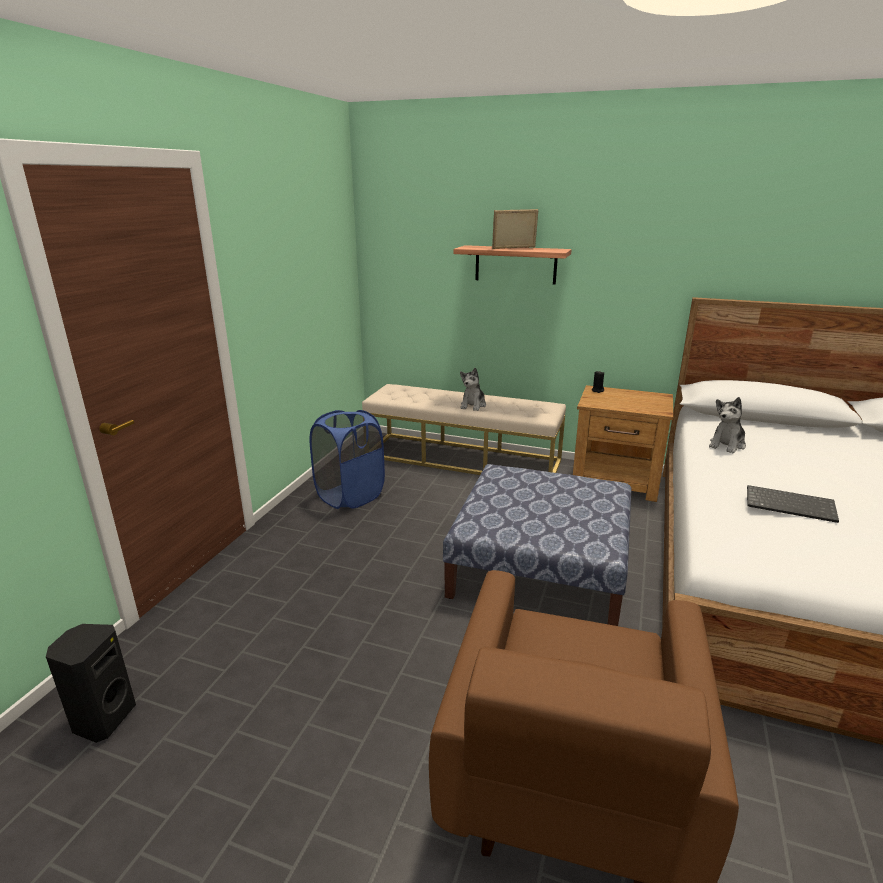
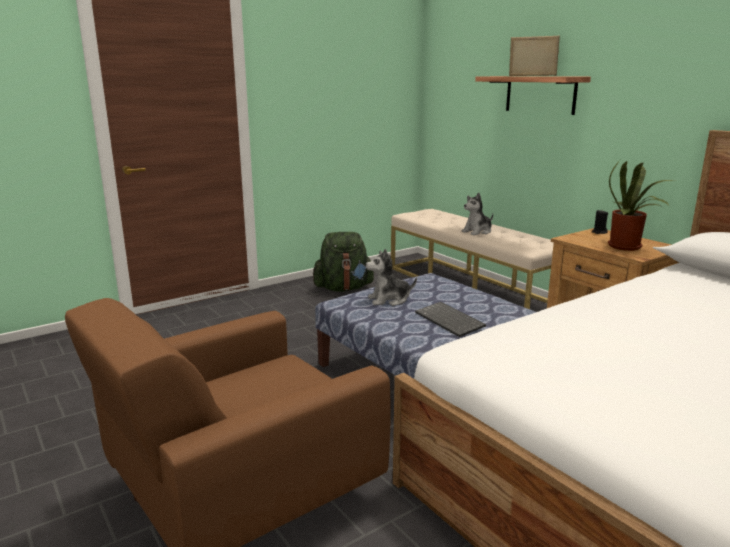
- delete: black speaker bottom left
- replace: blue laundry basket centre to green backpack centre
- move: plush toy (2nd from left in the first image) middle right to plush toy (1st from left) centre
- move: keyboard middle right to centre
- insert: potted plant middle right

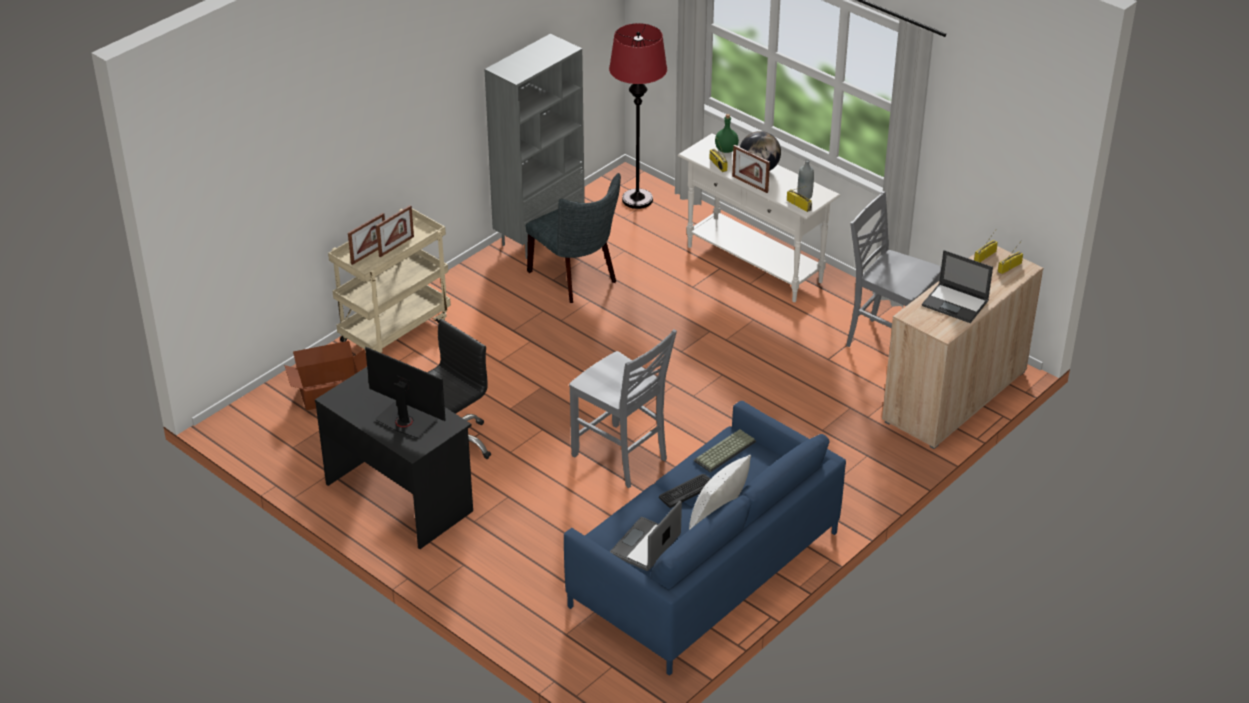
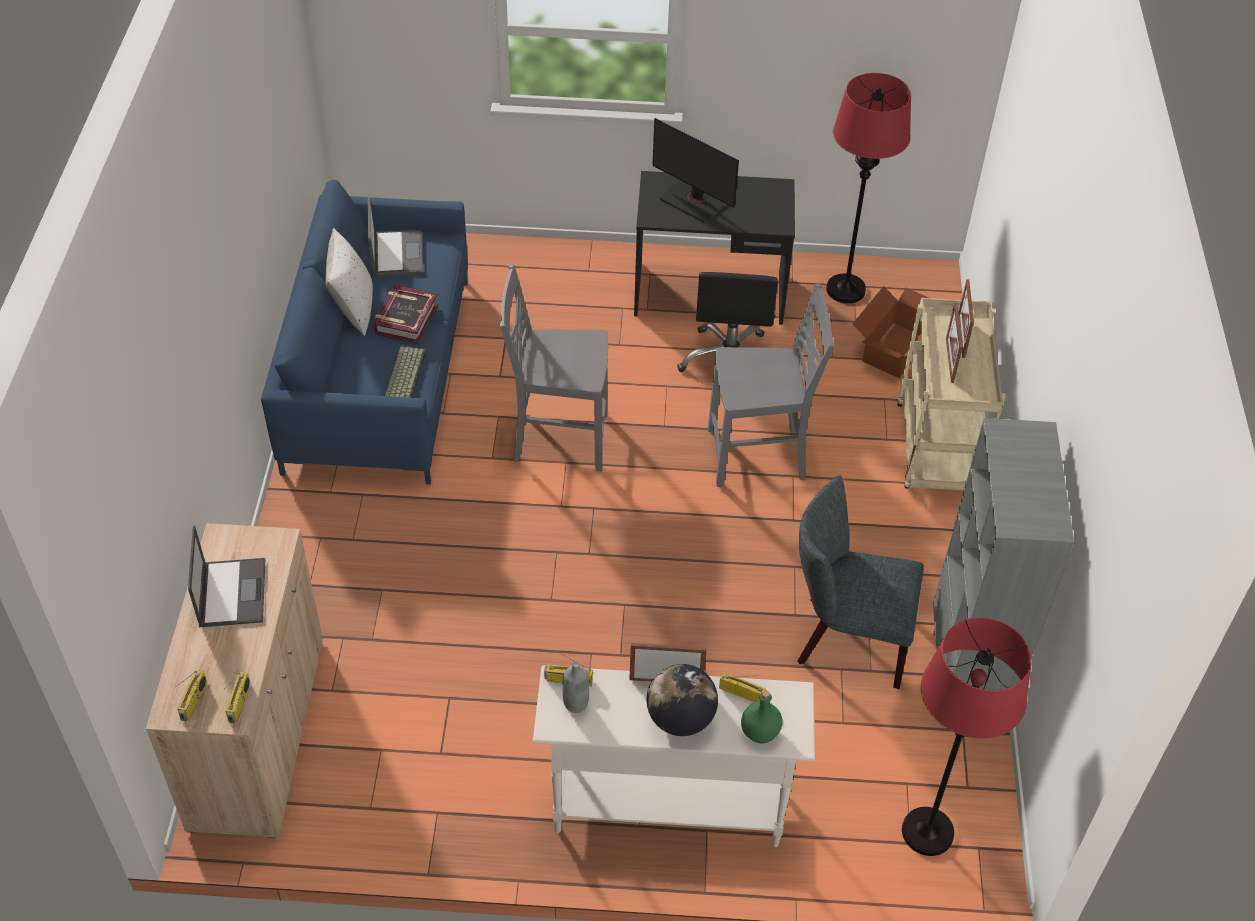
- rotate: monitor middle left = top centre 45 degrees clockwise
- replace: keyboard (1st from left) bottom centre to book middle left
- move: grey chair (3rd from left in the first image) middle right to grey chair (2nd from left) centre
- rotate: laptop (2nd from left in the first image) middle right = middle left 90 degrees clockwise
- insert: red floor lamp (1st from left) top right

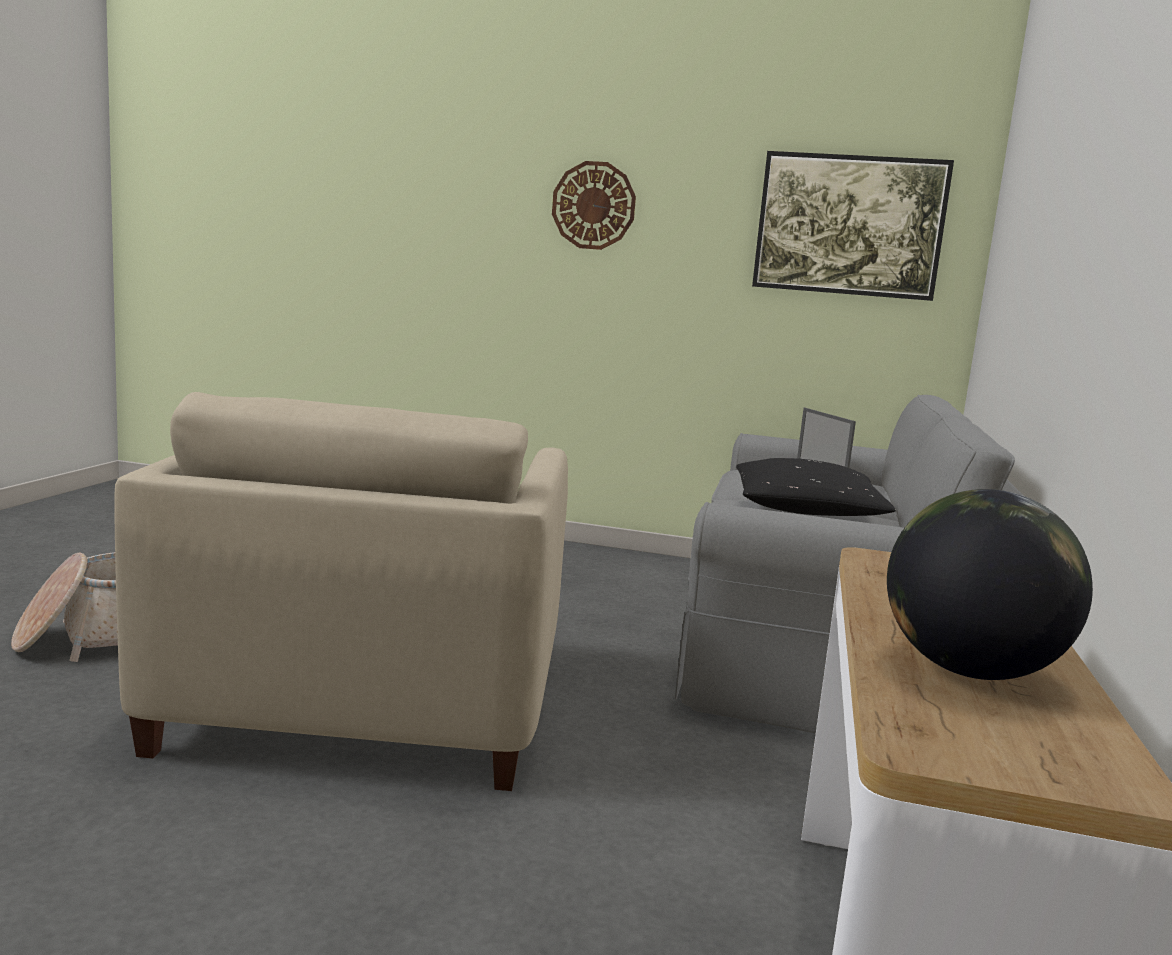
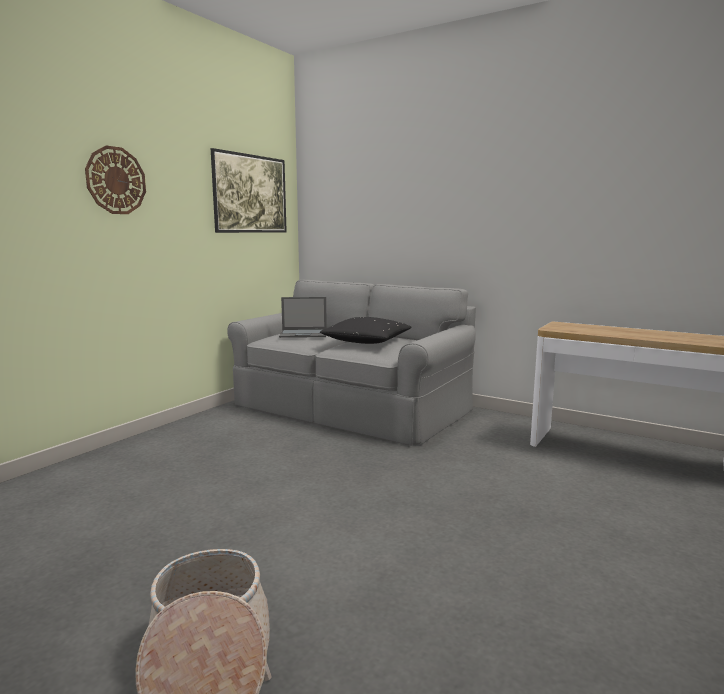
- delete: beige armchair middle left
- delete: globe middle right

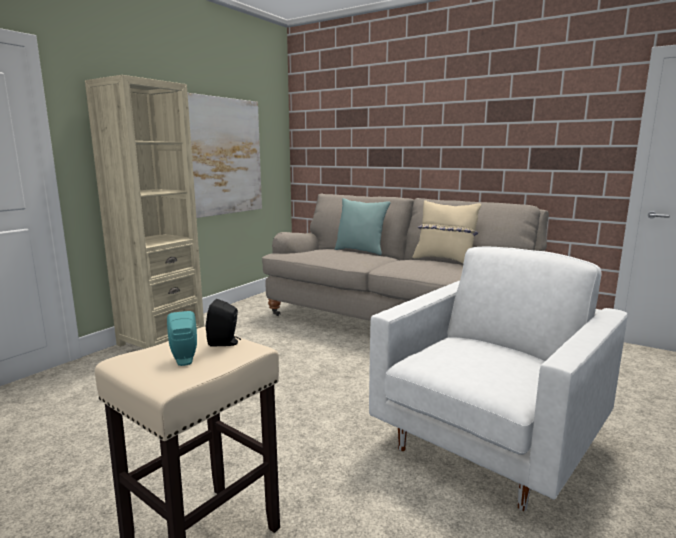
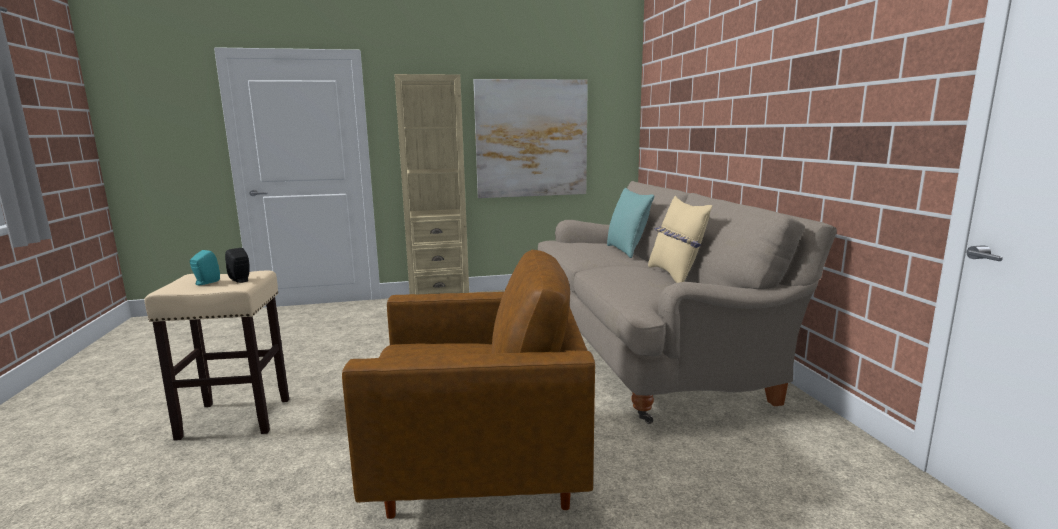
- recolor: white armchair bottom right to brown armchair bottom centre

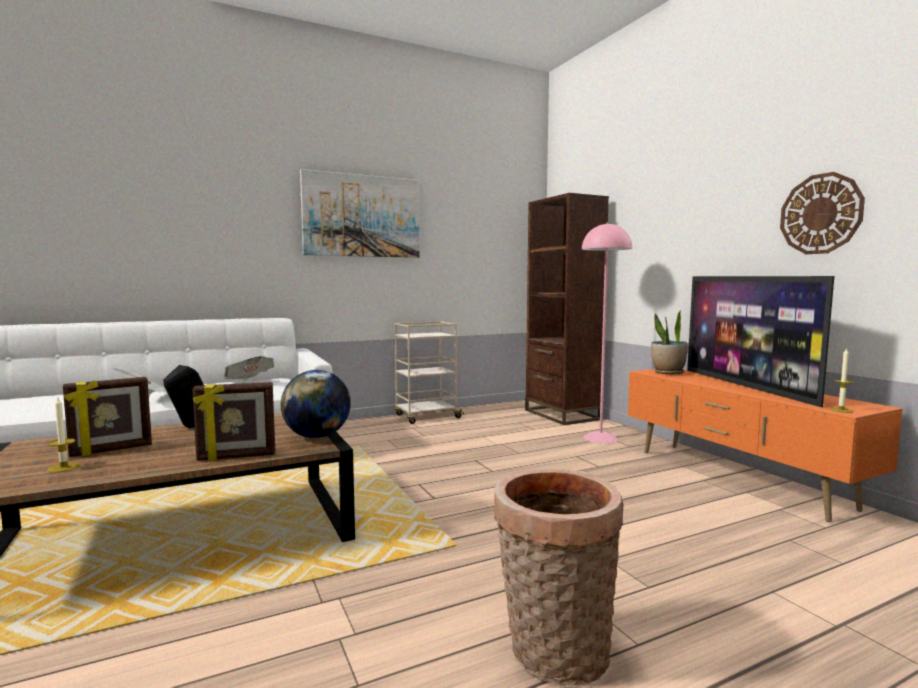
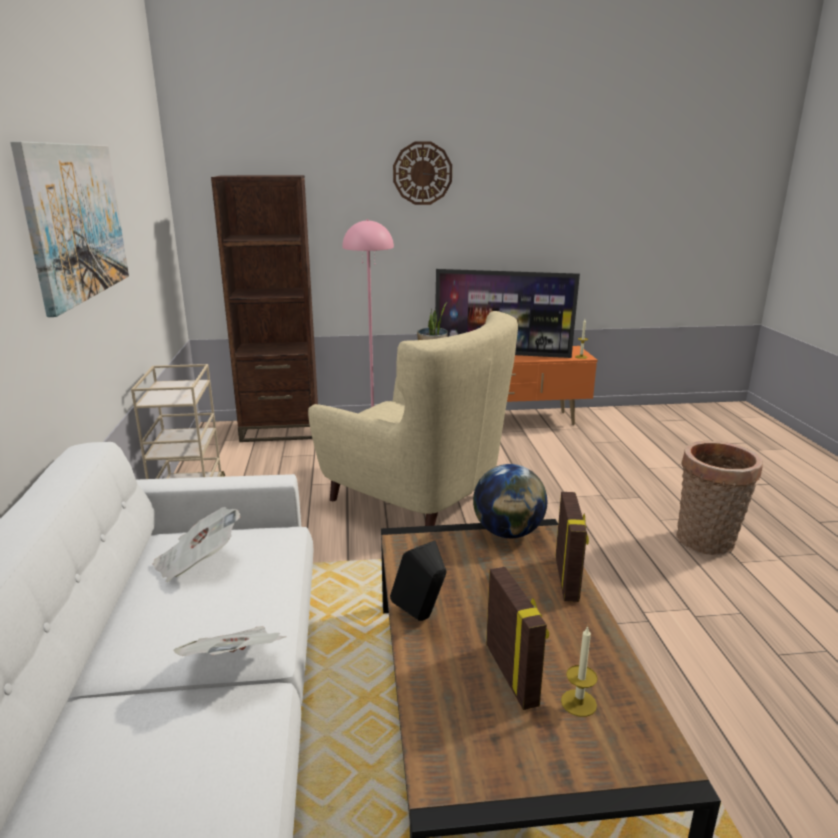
- move: wall clock top right to top centre
- insert: beige armchair centre

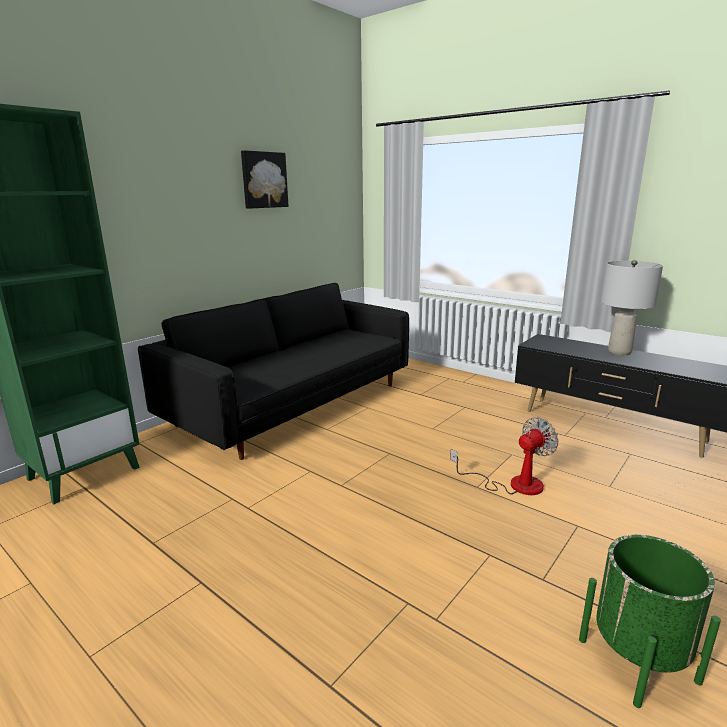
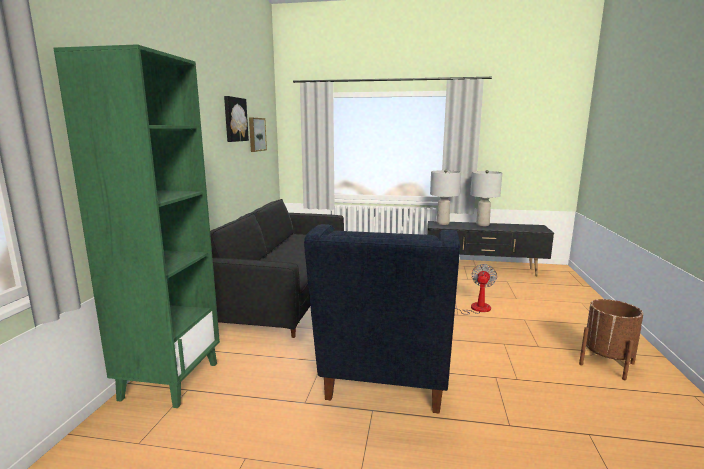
- recolor: green planter bottom right to brown planter bottom right
- insert: picture (2nd from left) top centre
- insert: blue armchair bottom centre
- insert: grey table lamp (1st from left) centre

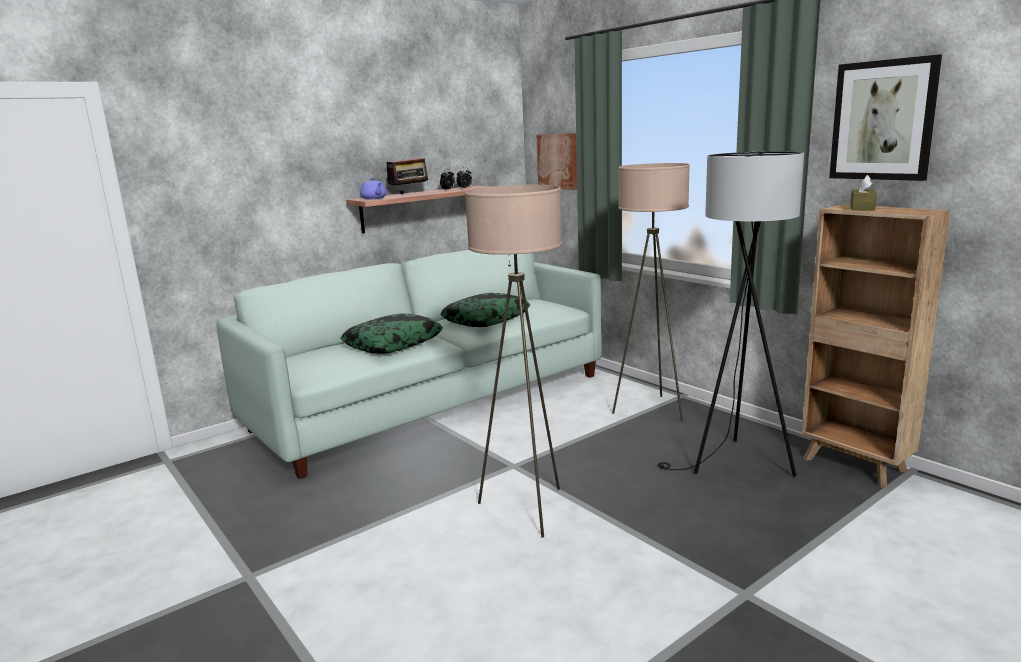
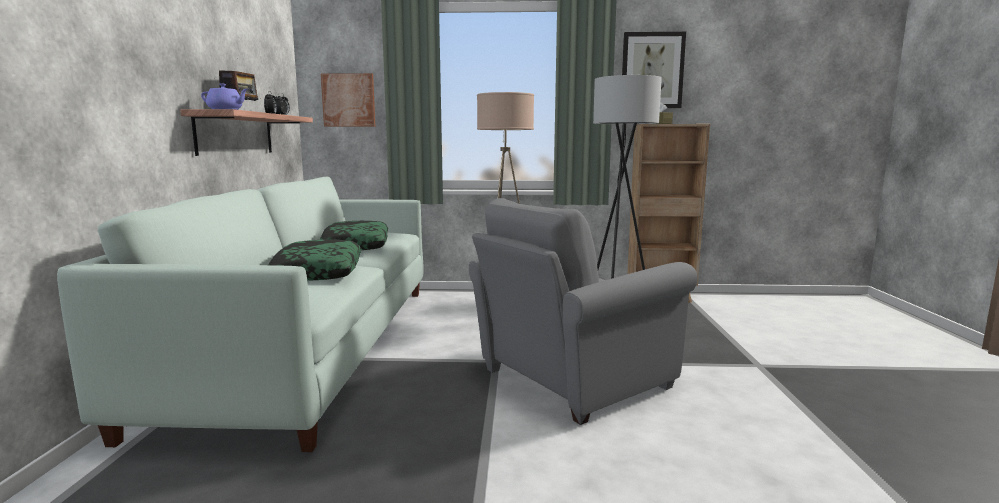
- replace: beige floor lamp (1st from left) centre to grey armchair centre

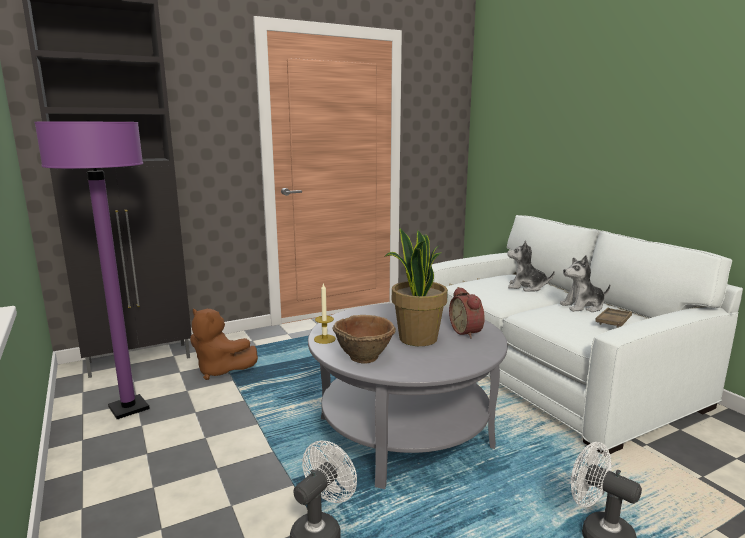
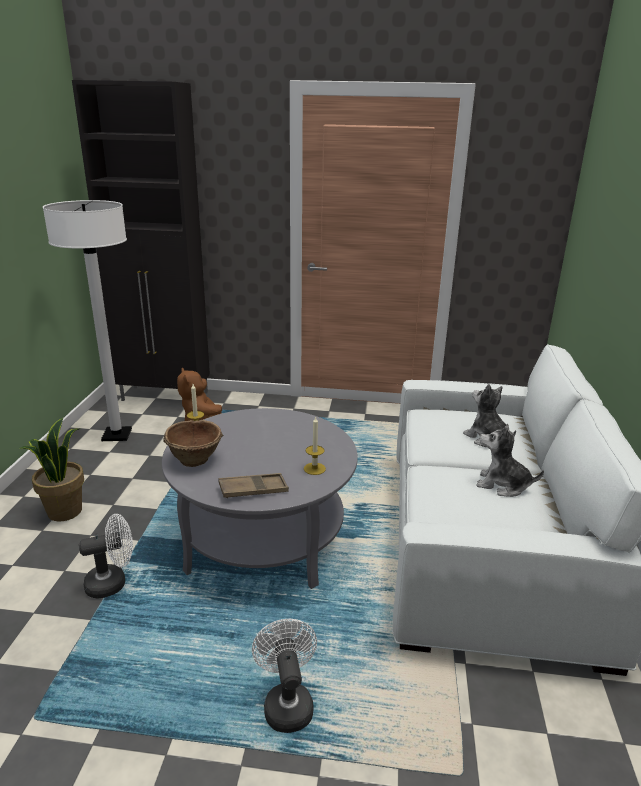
- recolor: purple floor lamp middle left to white floor lamp middle left
- move: potted plant centre to middle left
- replace: alarm clock centre to candle (2nd from left) centre
- move: brown tray middle right to centre

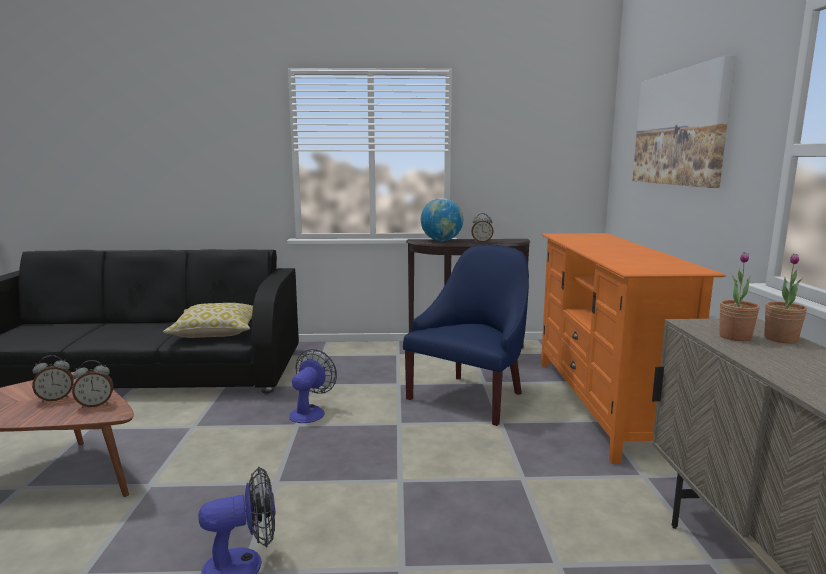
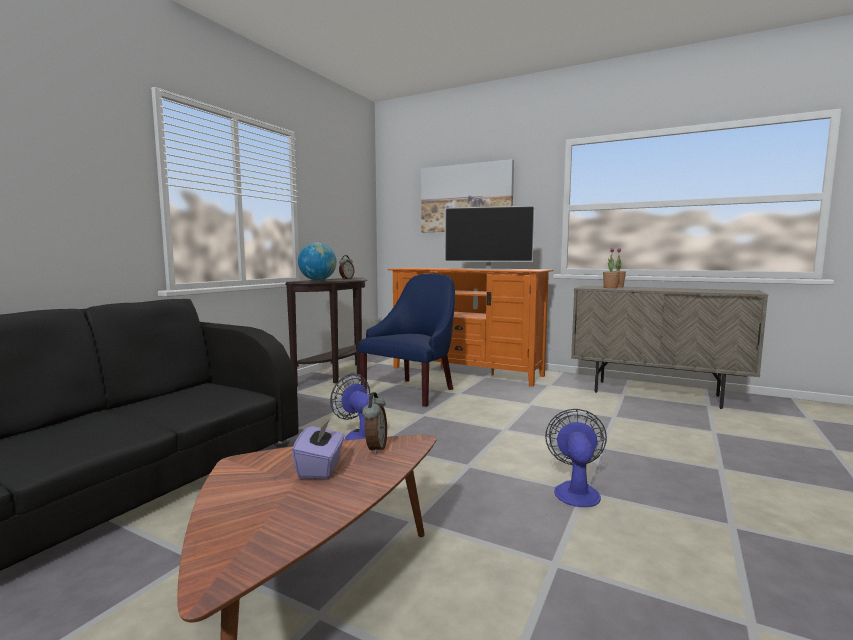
- replace: alarm clock (1st from left) middle left to purple tissue box bottom centre
- delete: pillow middle left
- rotate: blue armchair centre = centre 60 degrees clockwise
- insert: television centre

